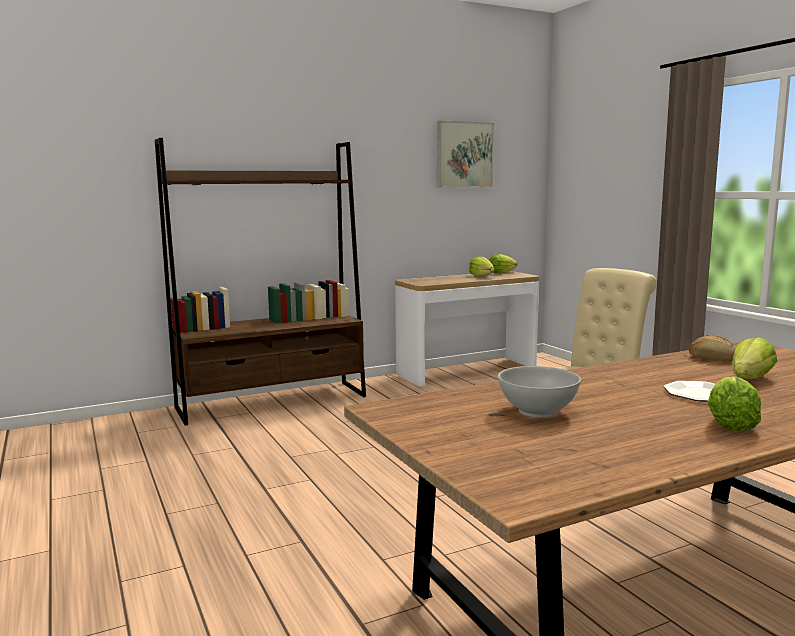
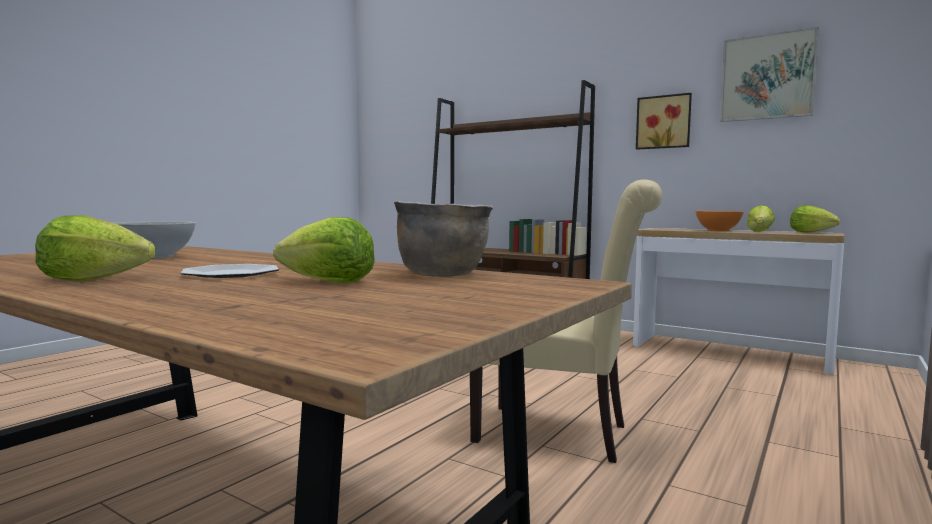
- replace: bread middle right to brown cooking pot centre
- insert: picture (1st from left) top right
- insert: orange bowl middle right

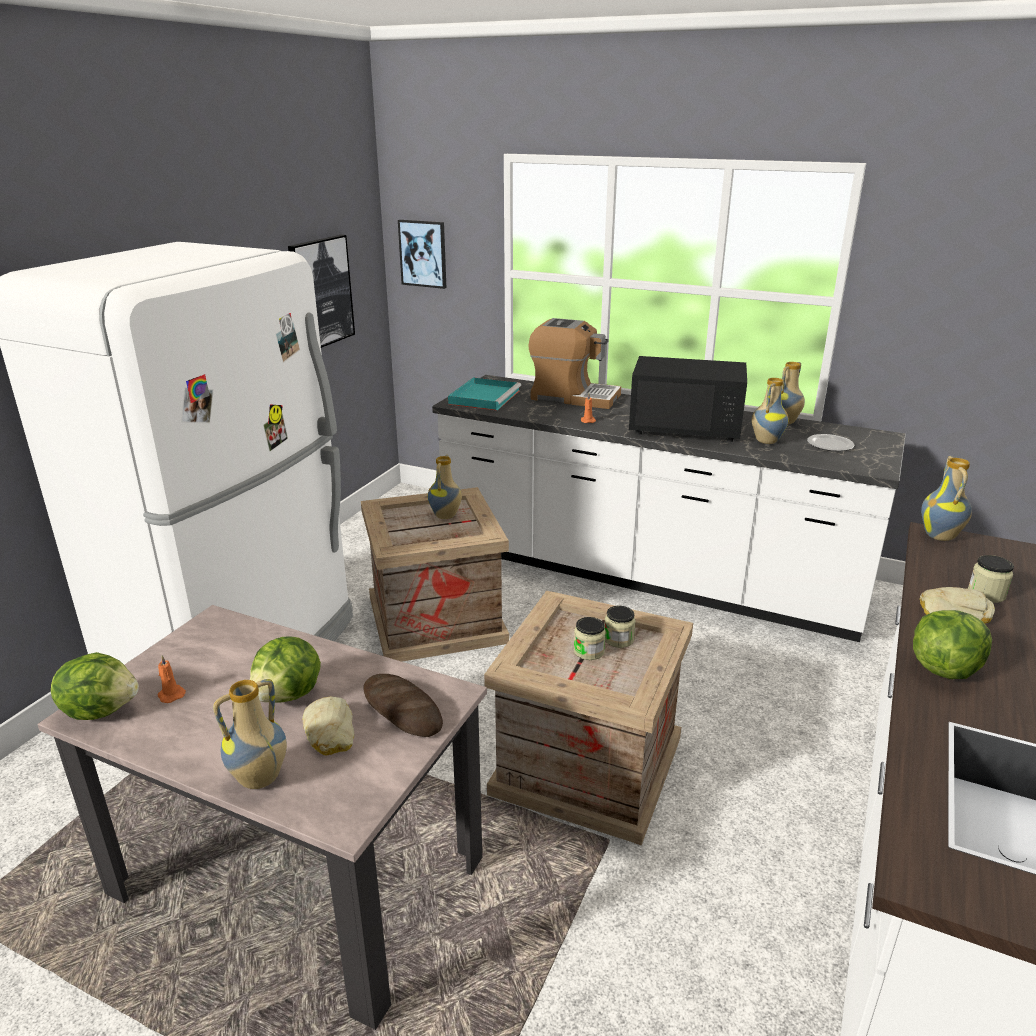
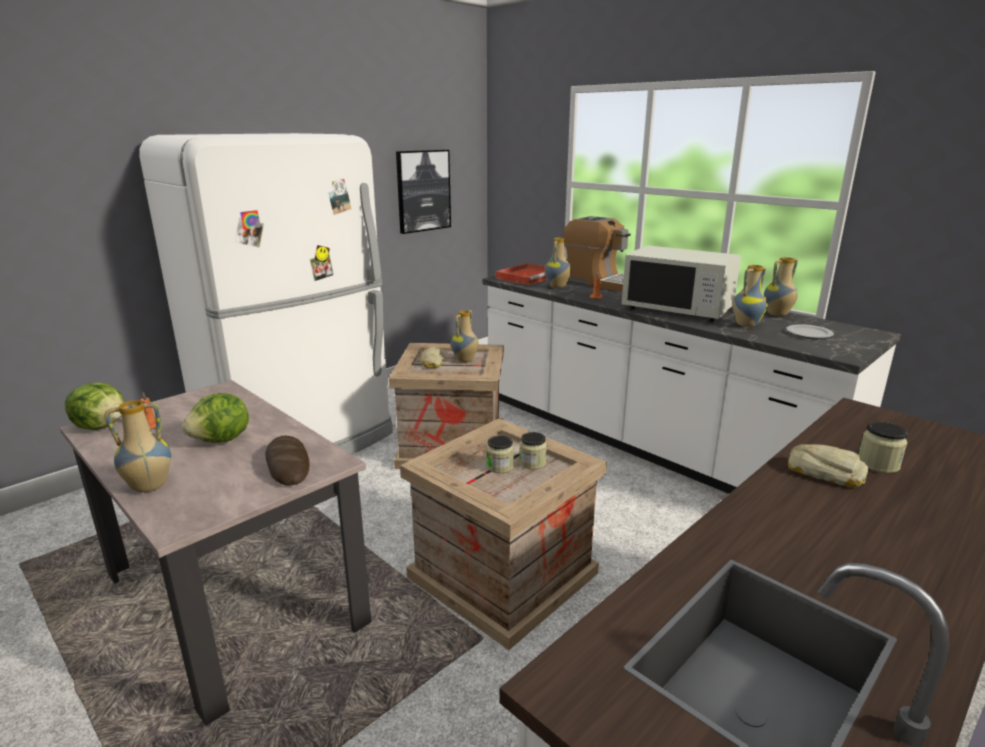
- move: bread (1st from left in the first image) bottom left to bread (2nd from left) centre
- delete: picture (2nd from left) top centre
- recolor: turquoise tray centre to red tray centre
- recolor: black microwave centre to white microwave middle right
- delete: lettuce (3rd from left) middle right
- move: vase (5th from left in the first image) middle right to vase (3rd from left) centre

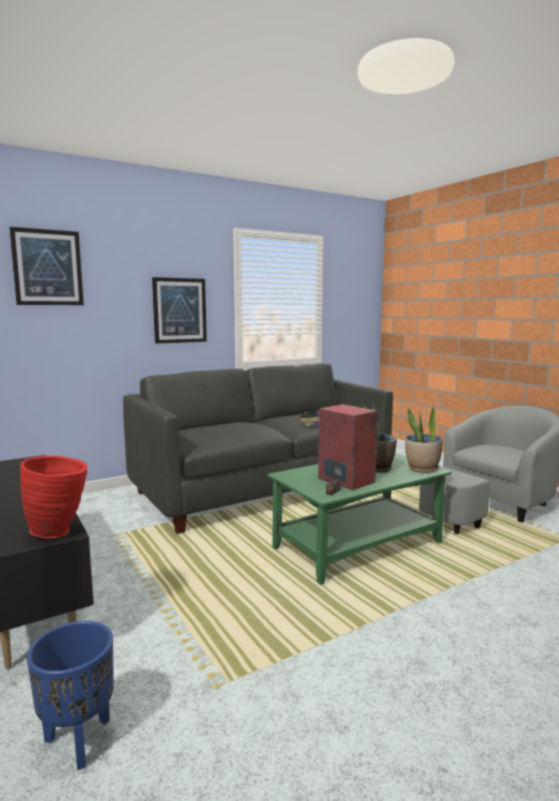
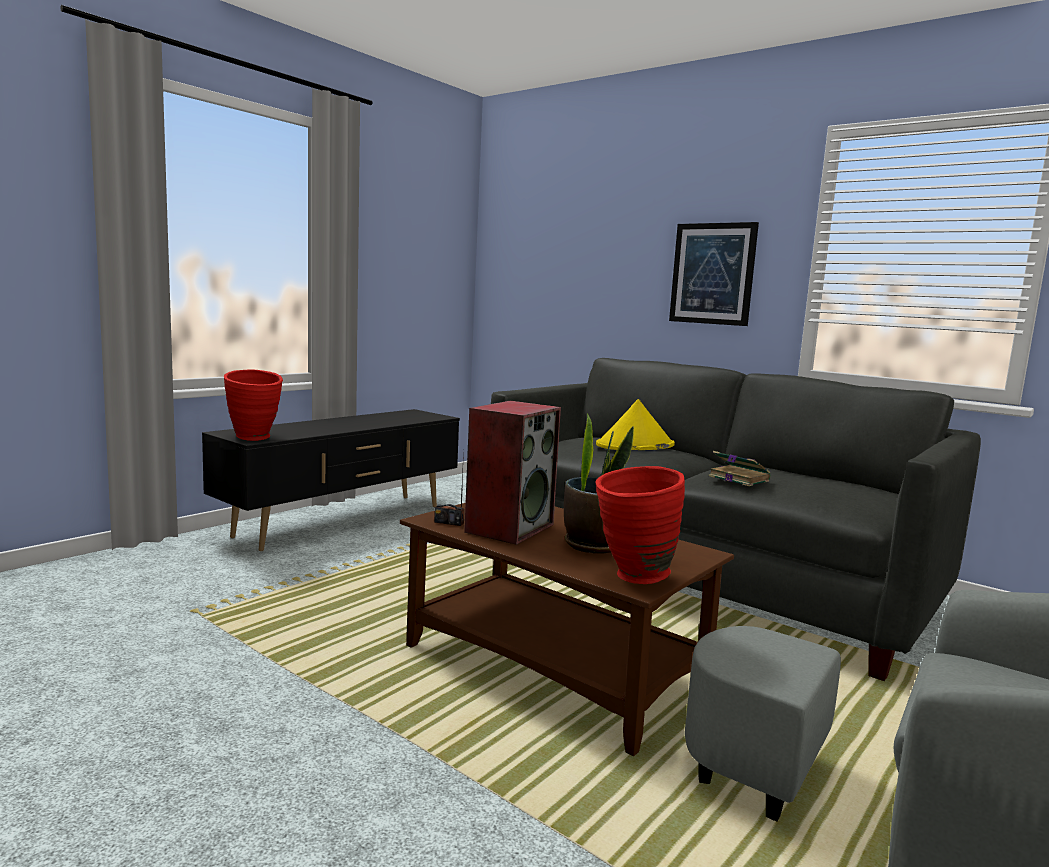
- delete: picture (1st from left) top left
- delete: blue planter bottom left
- recolor: green coffee table centre to brown coffee table bottom centre
- replace: potted plant (2nd from left) middle right to red vase (2nd from left) centre
- insert: yellow hat centre

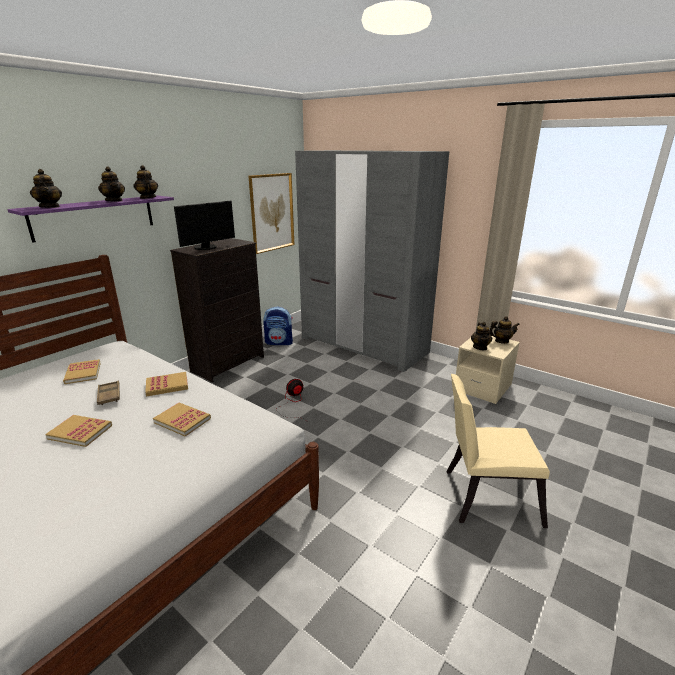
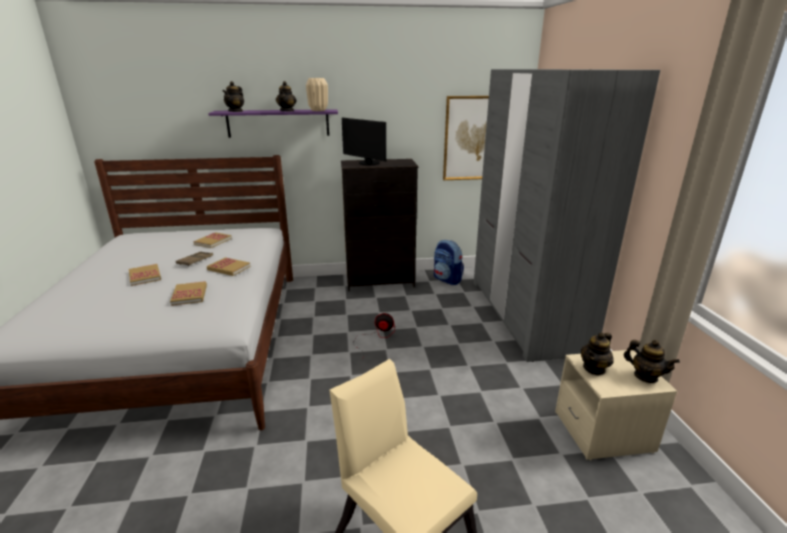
- replace: teapot (3rd from left) top left to beige vase top centre
- rotate: monitor middle left = top centre 45 degrees clockwise

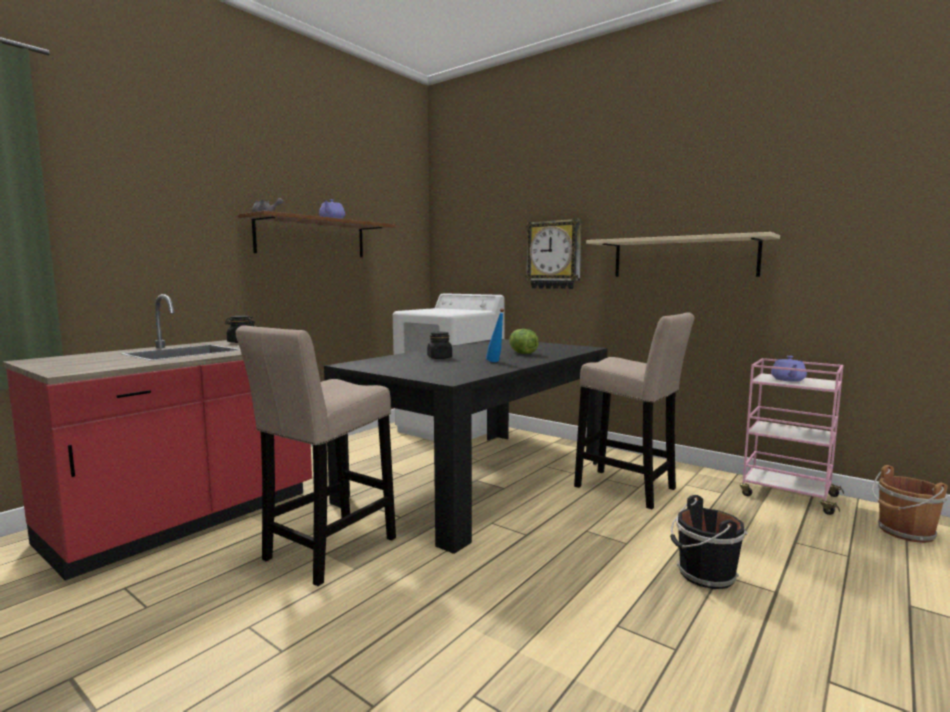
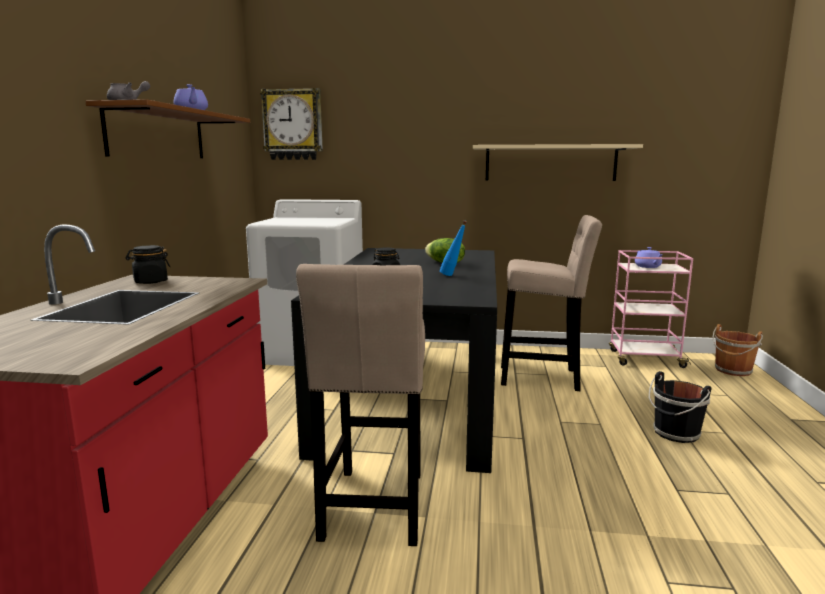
- move: wall clock centre to top centre

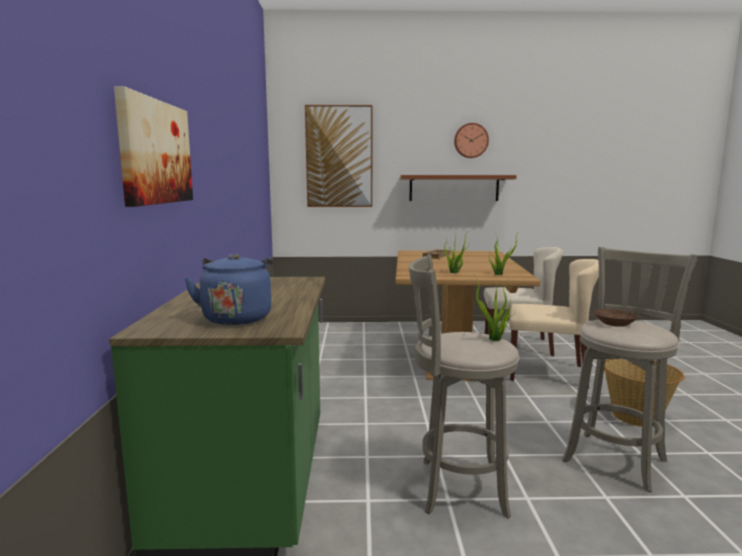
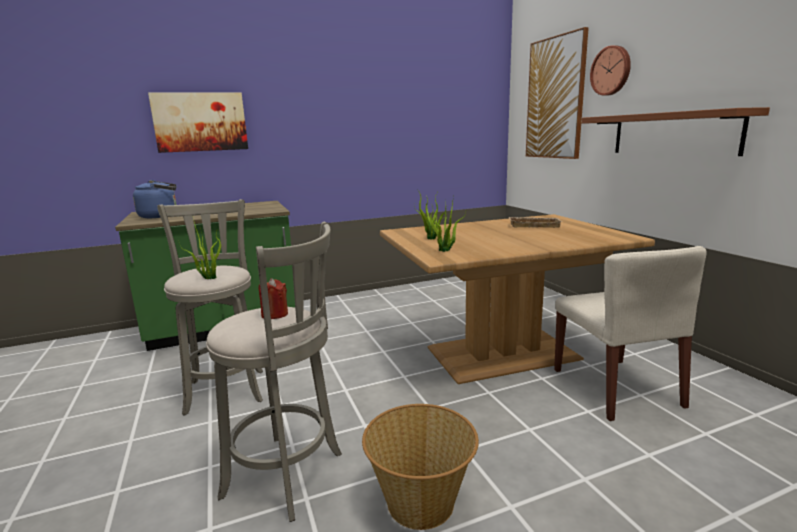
- move: wall clock top centre to top right
- delete: beige chair (2nd from left) middle right
- replace: brown bowl middle right to red candle centre

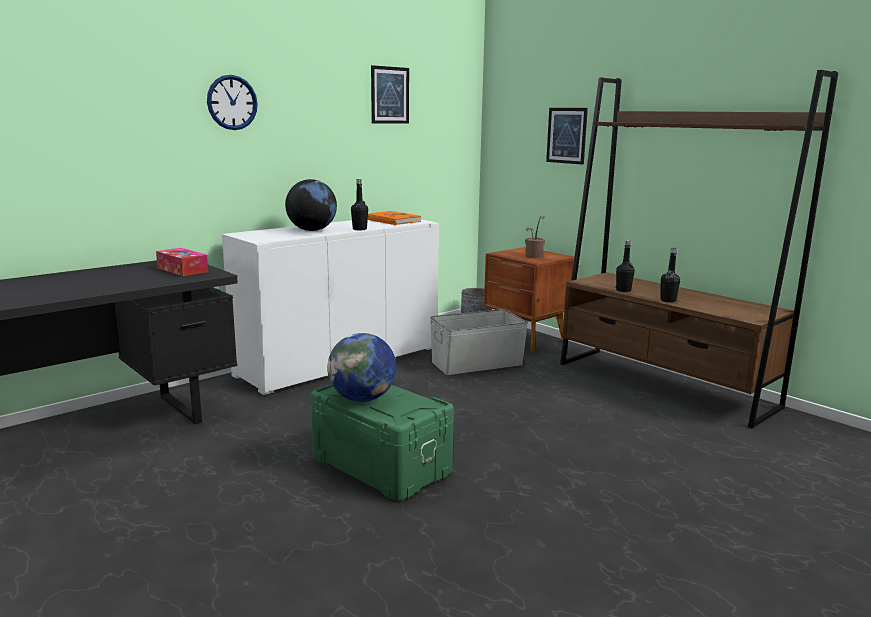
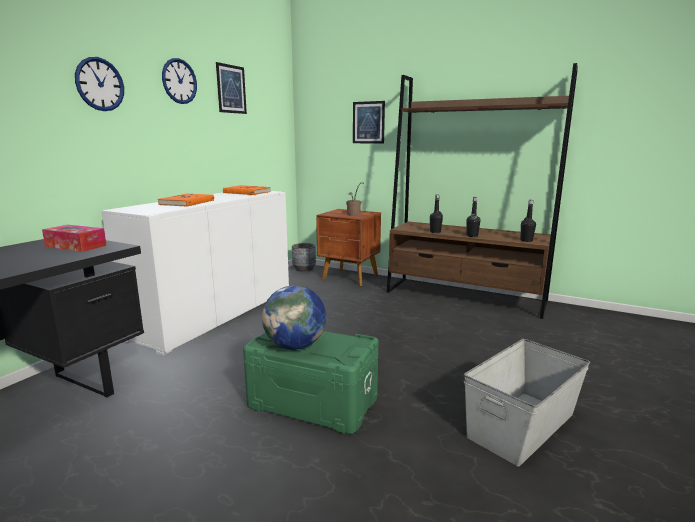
- replace: globe (1st from left) top centre to orange book (1st from left) middle left
- move: black bottle (1st from left in the first image) top centre to black bottle (3rd from left) middle right
- move: grey storage box centre to bottom right
- insert: wall clock (2nd from left) top left

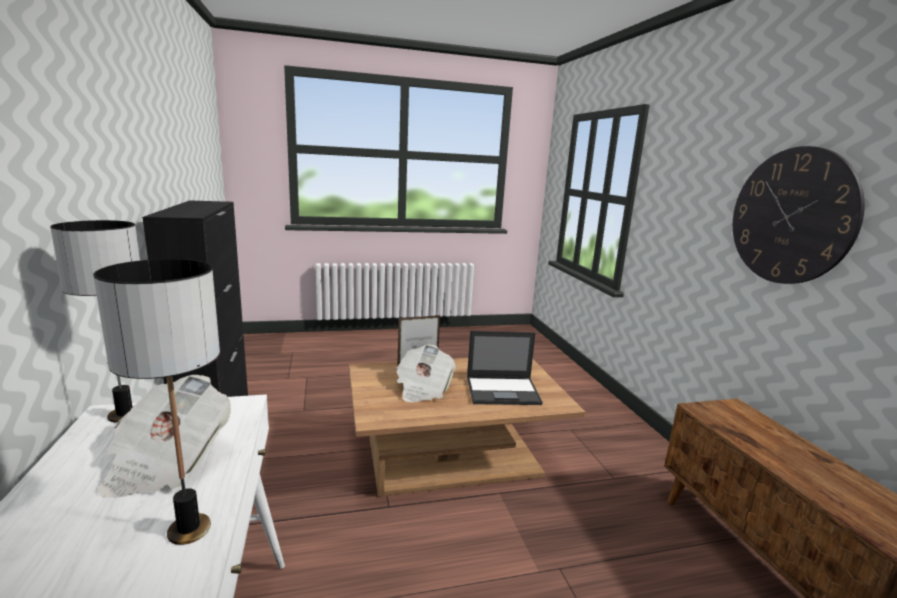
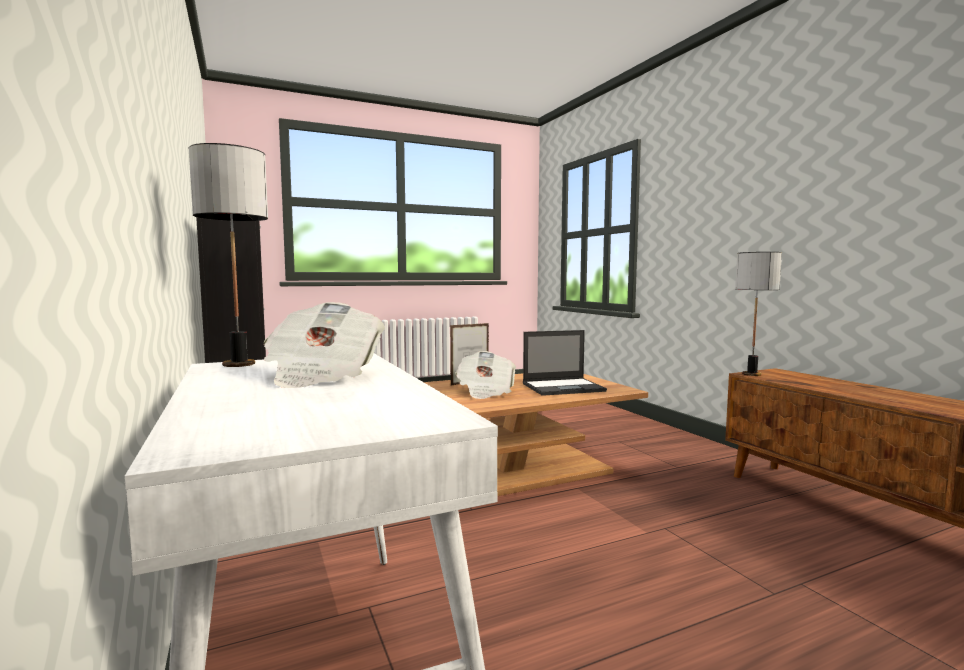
- move: table lamp (2nd from left) bottom left to middle right
- delete: wall clock middle right

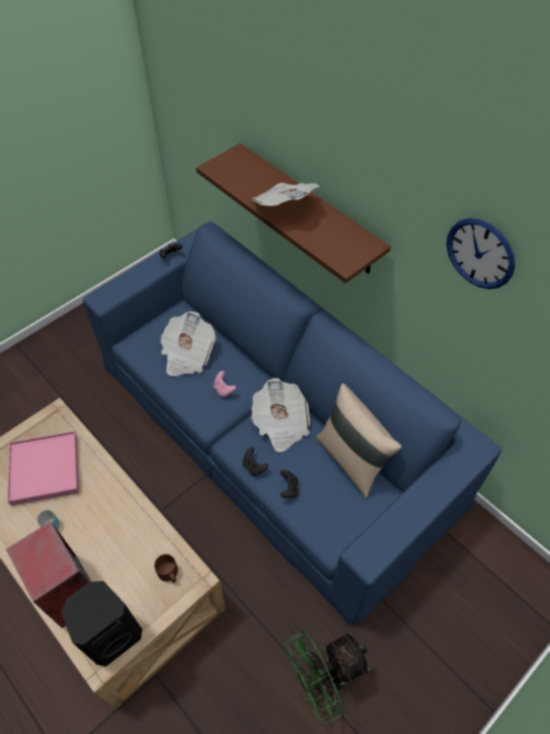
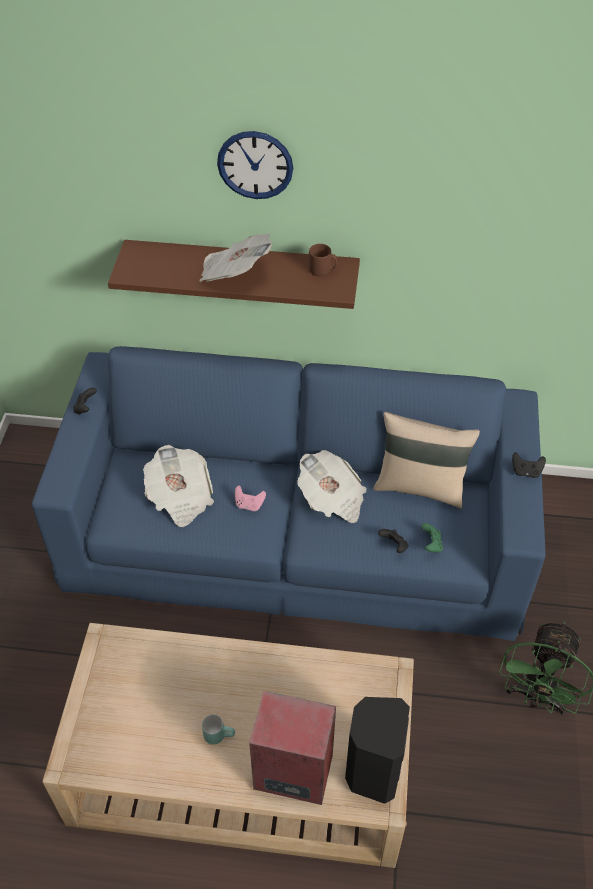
- delete: pink tray middle left
- move: brown mug bottom left to top centre
- move: black game controller (2nd from left in the first image) centre to black game controller (3rd from left) middle right
- move: wall clock middle right to top centre
- insert: green game controller middle right

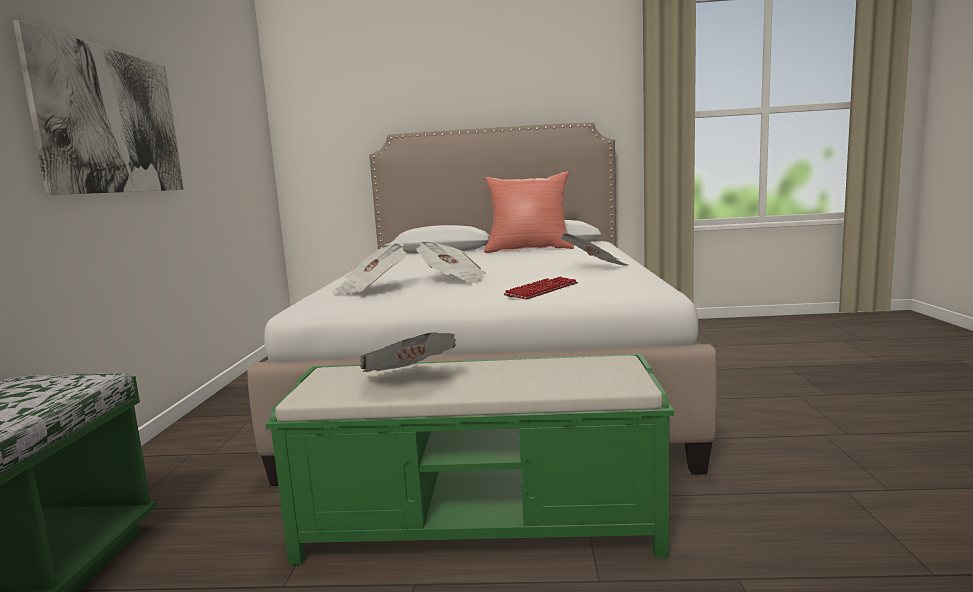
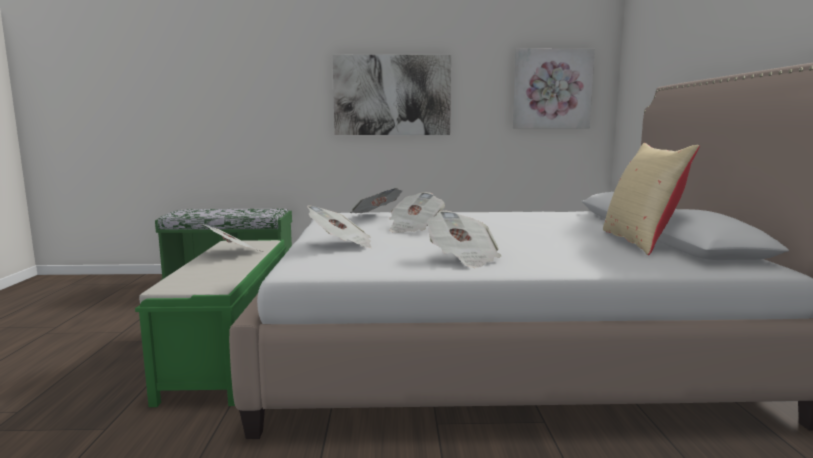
- recolor: red pillow centre to beige pillow middle right
- replace: keyboard centre to newspaper (2nd from left) centre
- insert: picture (2nd from left) top right

